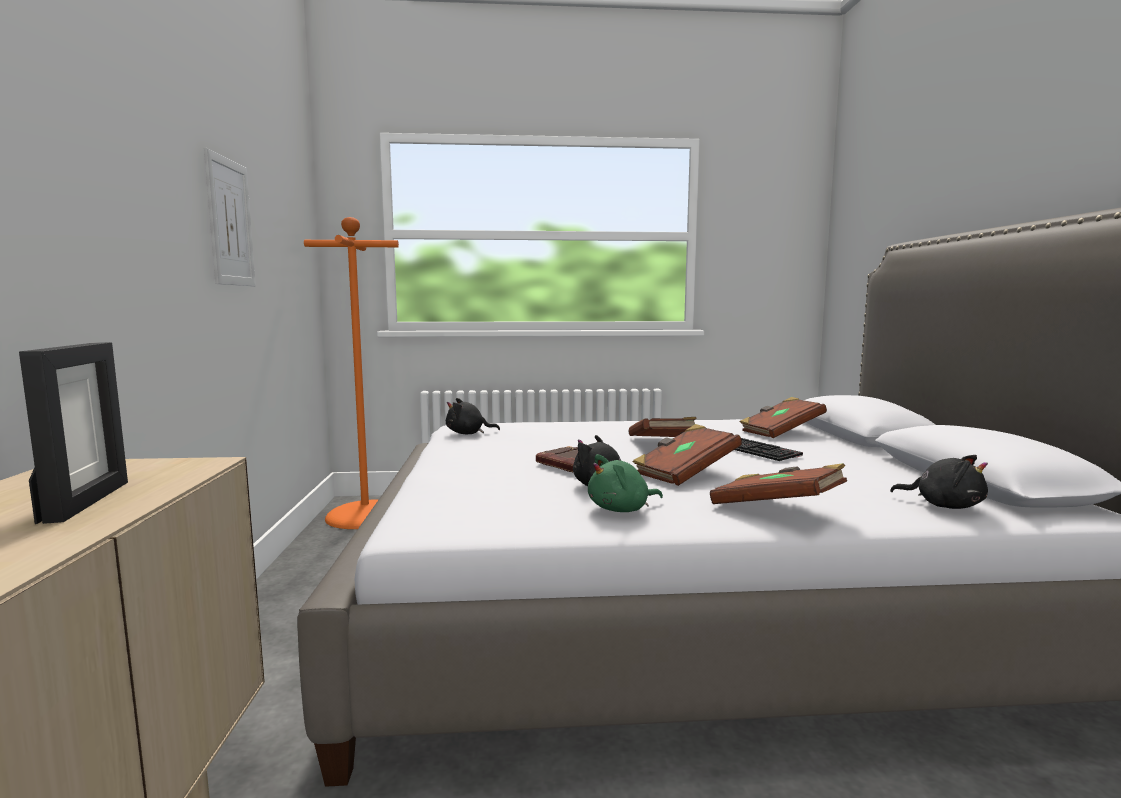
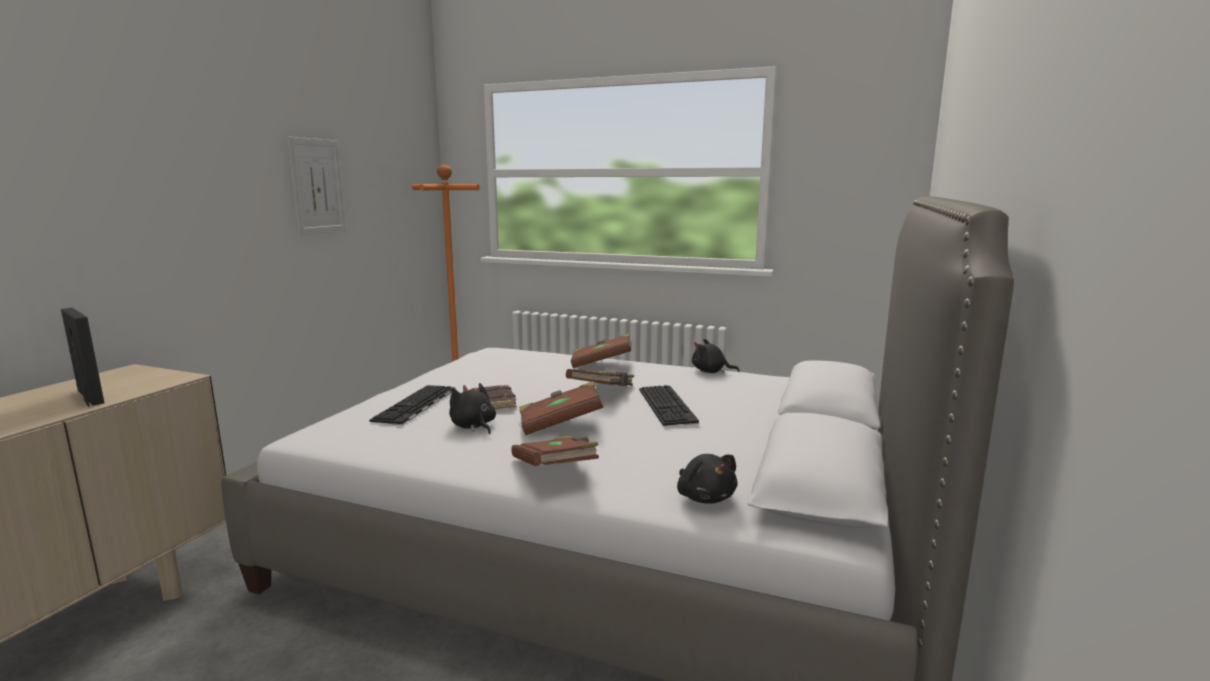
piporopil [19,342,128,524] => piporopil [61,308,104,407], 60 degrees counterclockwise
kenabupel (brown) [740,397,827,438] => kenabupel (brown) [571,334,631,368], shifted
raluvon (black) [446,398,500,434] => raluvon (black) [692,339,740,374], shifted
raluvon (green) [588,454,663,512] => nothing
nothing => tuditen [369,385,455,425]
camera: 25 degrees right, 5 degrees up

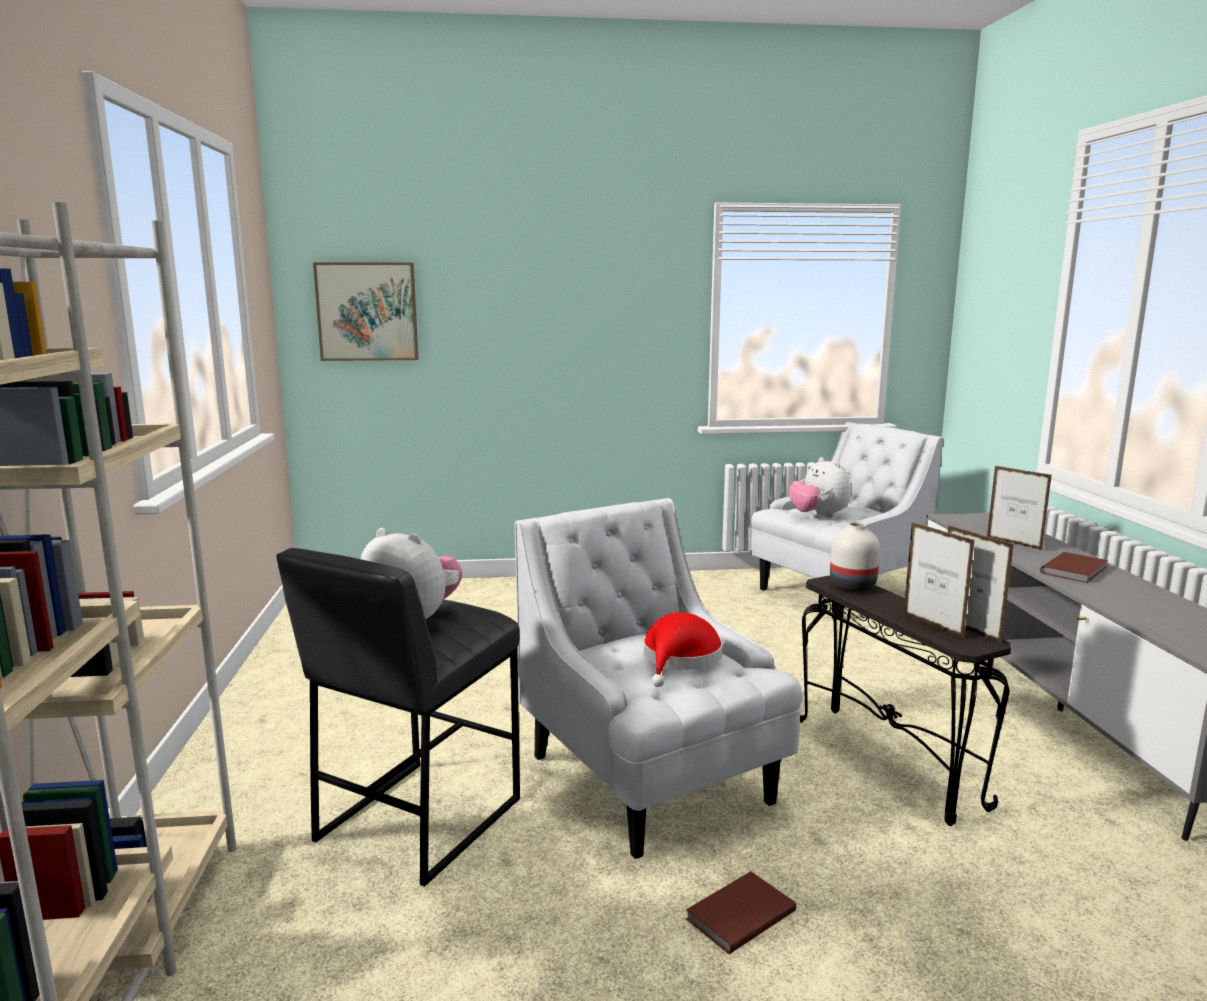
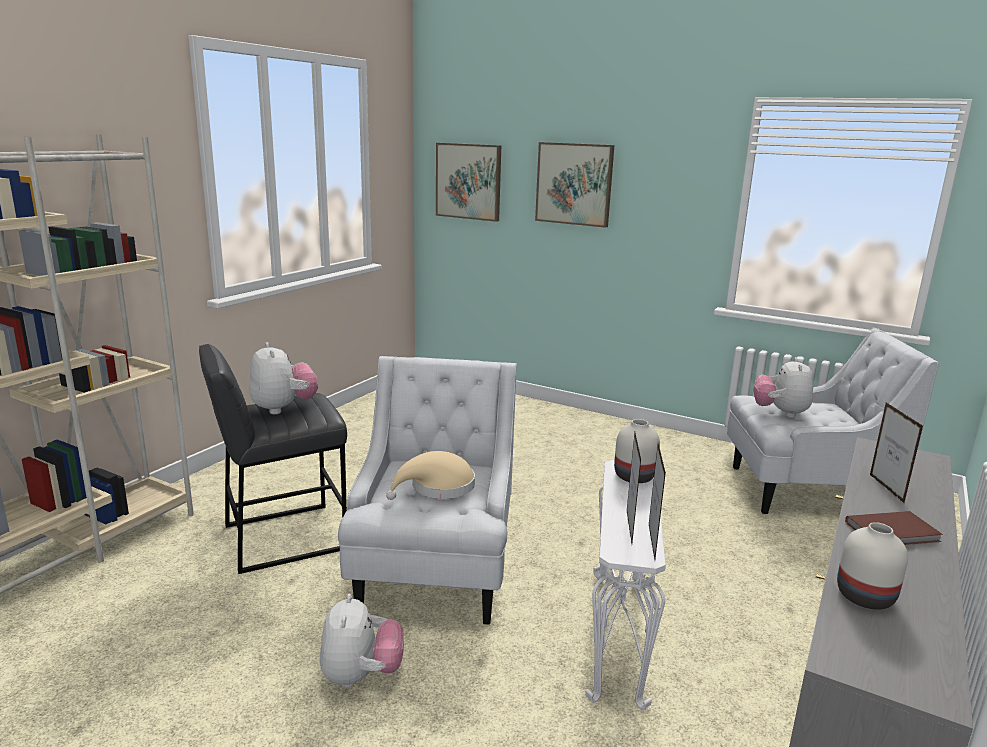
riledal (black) [800,575,1011,826] => riledal (white) [585,460,666,711]
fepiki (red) [643,612,723,687] => fepiki (beige) [386,451,475,500]
kenabupel (brown) [686,871,796,954] => raluvon [320,594,404,688]
nothing => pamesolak [535,142,614,228]
nothing => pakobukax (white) [837,522,908,609]
camera: 35 degrees right, 5 degrees up

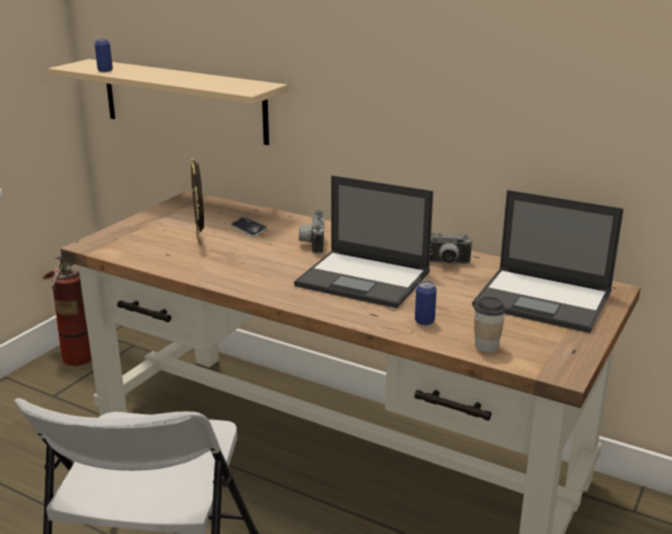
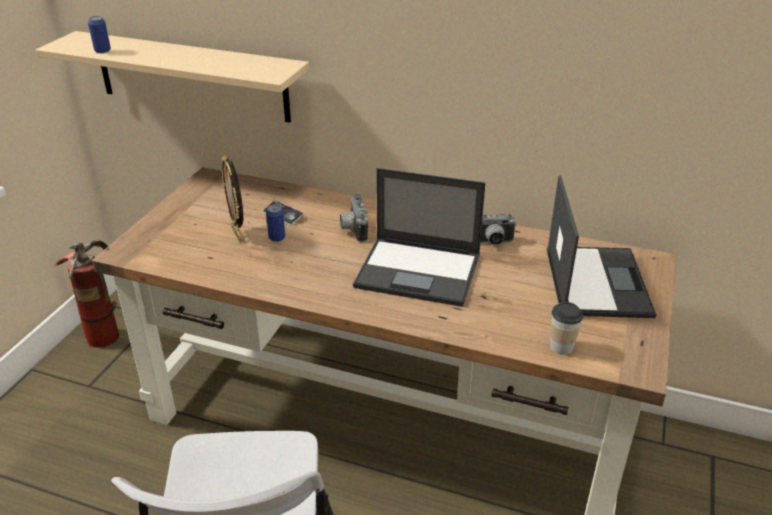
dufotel [472,190,624,333] => dufotel [547,175,657,318], 105 degrees counterclockwise
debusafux [415,281,437,325] => debusafux [266,205,285,242], shifted
camera: 10 degrees left, 10 degrees up

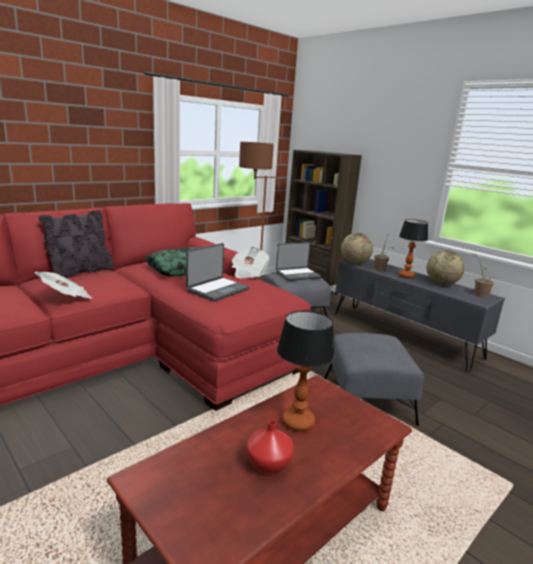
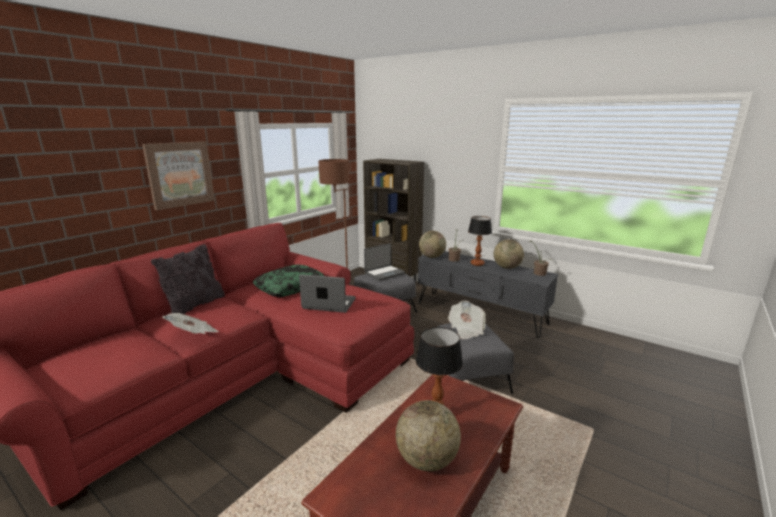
dufotel [186,243,249,302] => dufotel [299,274,355,313], 105 degrees counterclockwise
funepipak [232,246,270,278] => funepipak [448,301,486,339], shifted
pakobukax (red) [246,420,294,474] => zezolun [396,400,461,471]
nothing => pamesolak [142,141,215,210]
camera: 10 degrees left, 0 degrees up

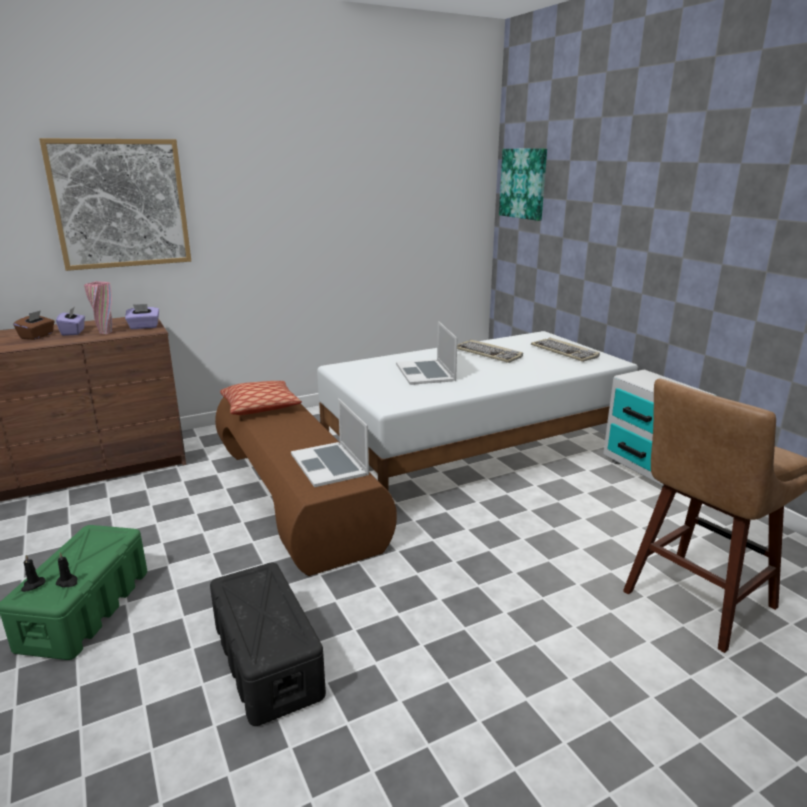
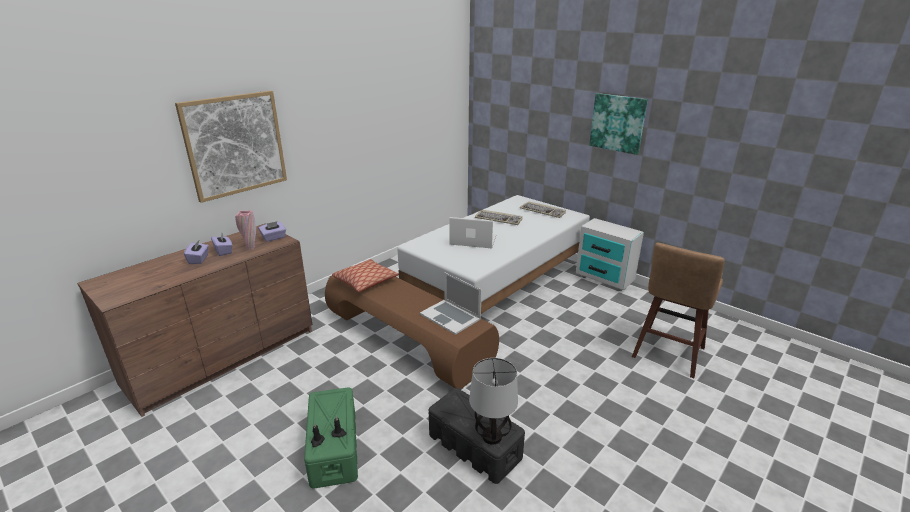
pamesolak [499,148,547,221] => pamesolak [589,93,648,155], shifted
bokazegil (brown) [13,310,55,340] => bokazegil (purple) [184,241,209,264]
dufotel [396,321,457,385] => dufotel [449,217,496,248], 135 degrees clockwise
nothing => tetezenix [469,358,518,445]
camera: 20 degrees left, 5 degrees up

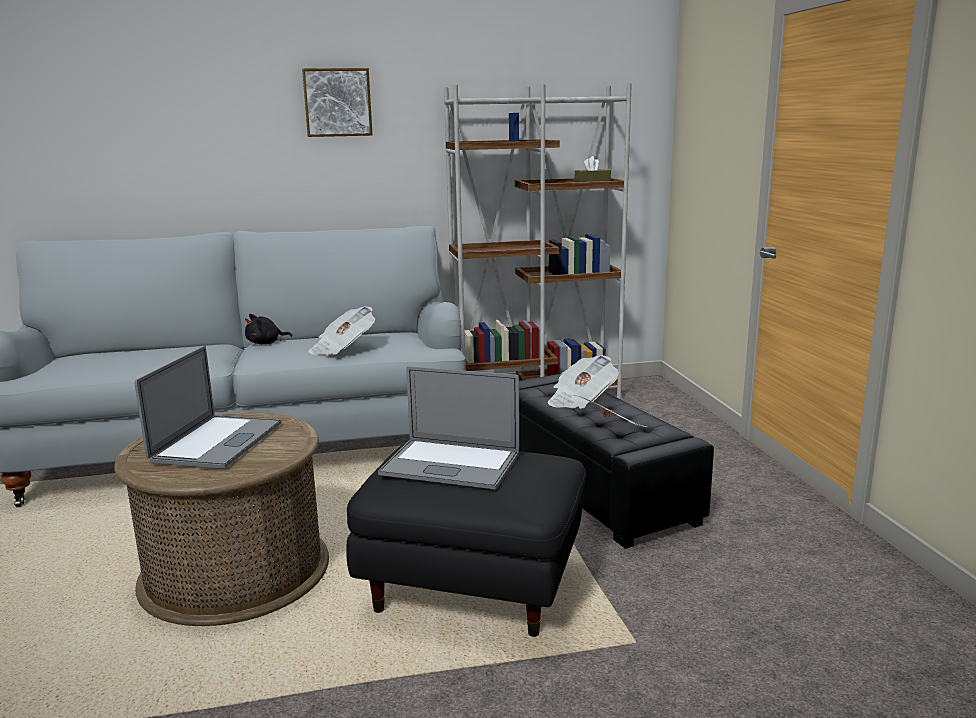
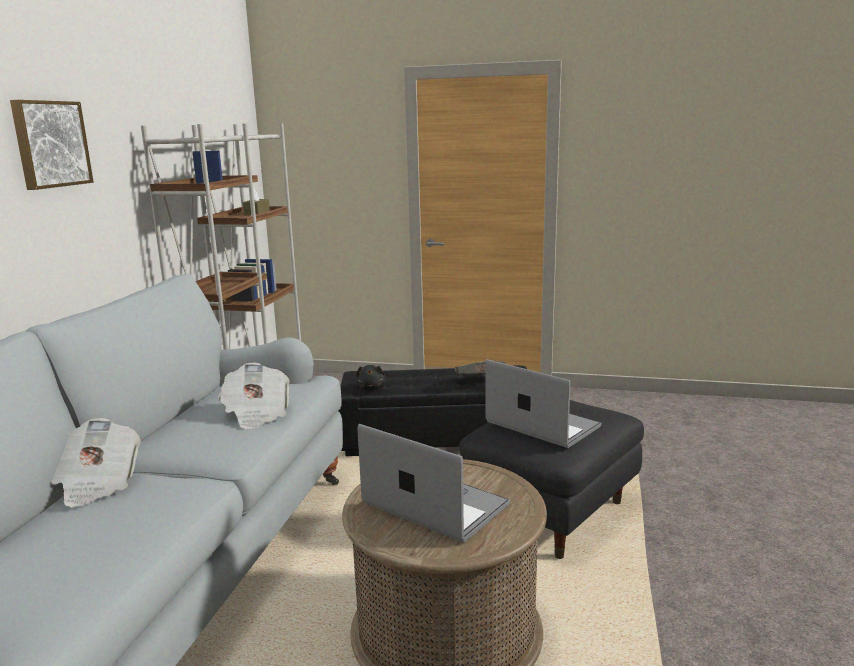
raluvon (black) [245,314,292,344] => raluvon (black) [355,365,386,390], shifted
funepipak [548,355,619,409] => funepipak [51,418,141,507], shifted
dufotel [378,366,520,490] => dufotel [485,359,601,448], 90 degrees counterclockwise
camera: 65 degrees left, 0 degrees up

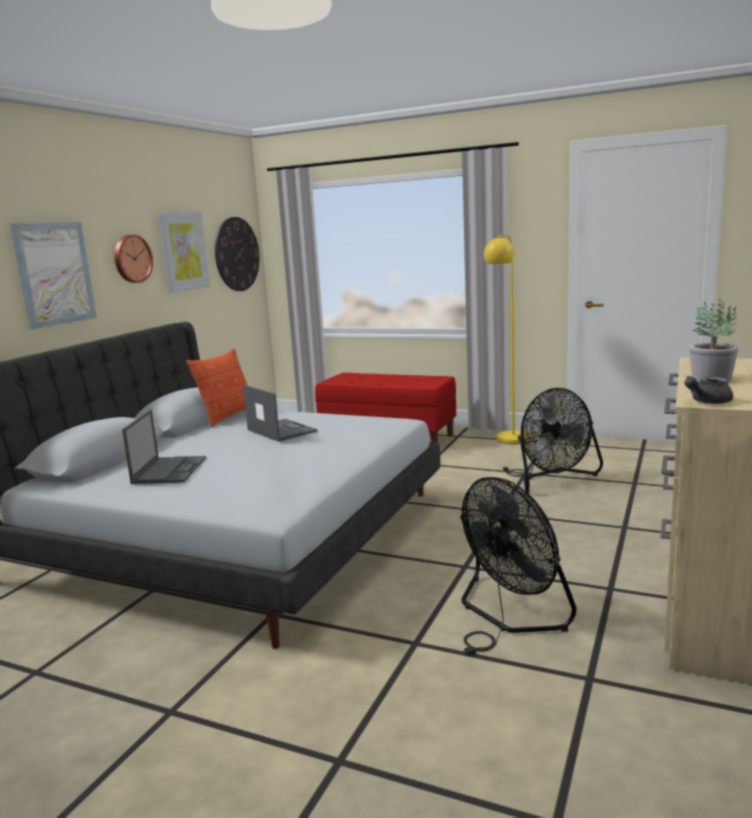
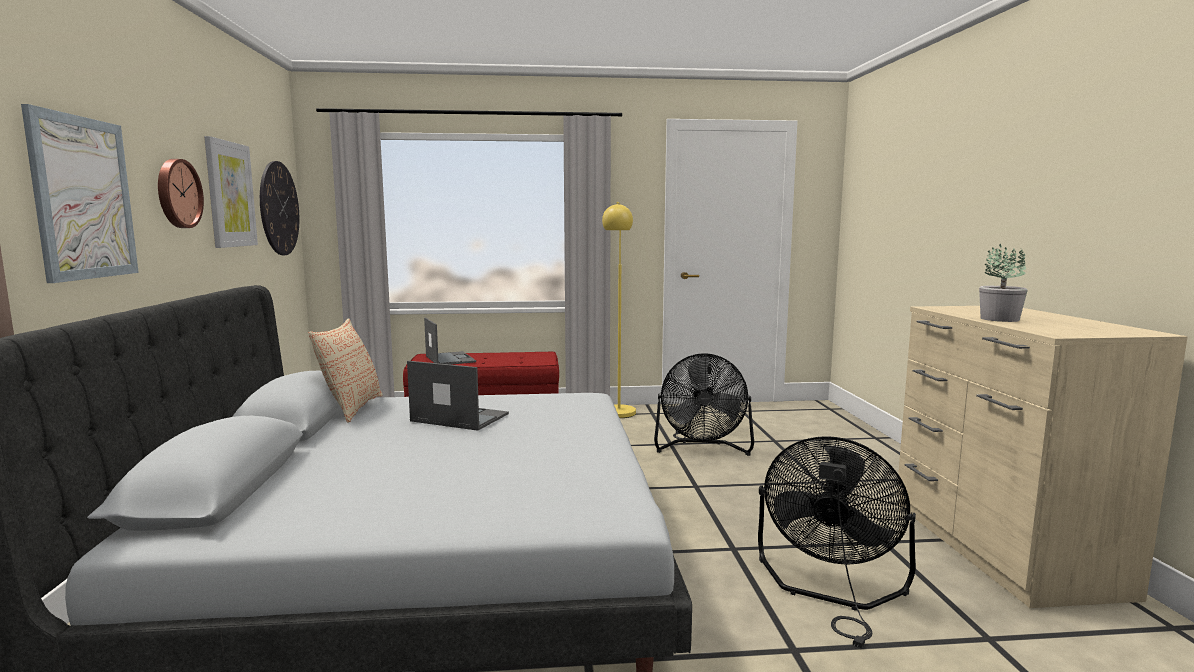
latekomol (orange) [186,348,248,427] => latekomol (beige) [309,318,383,423]
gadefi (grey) [685,376,733,404] => nothing
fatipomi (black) [503,388,603,494] => fatipomi (black) [654,353,754,456], 60 degrees clockwise
dufotel [122,410,206,484] => dufotel [424,318,476,365], shifted
camera: 30 degrees left, 5 degrees down

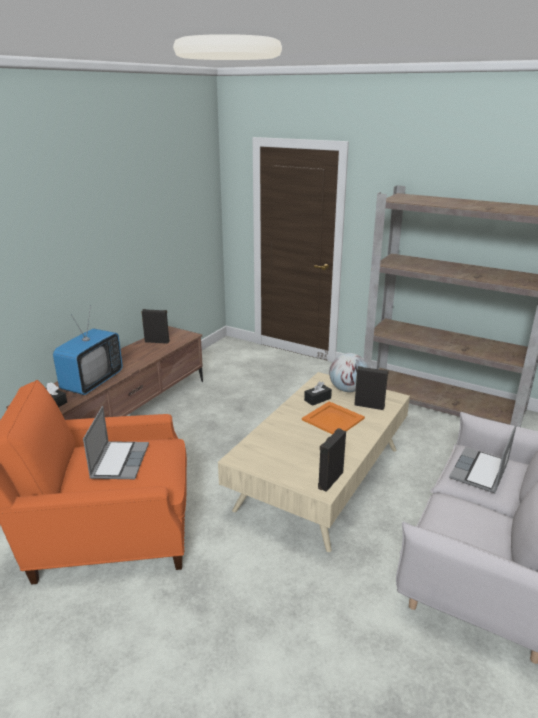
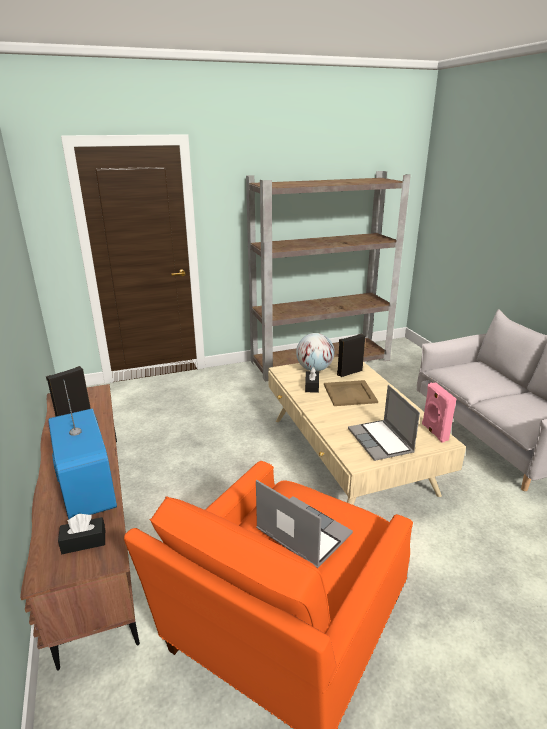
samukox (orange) [302,401,365,434] => samukox (beige) [324,380,378,406]
dufotel [449,424,516,493] => dufotel [348,385,420,461], shifted
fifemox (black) [318,428,346,492] => fifemox (pink) [422,382,456,442]
camera: 50 degrees left, 0 degrees up

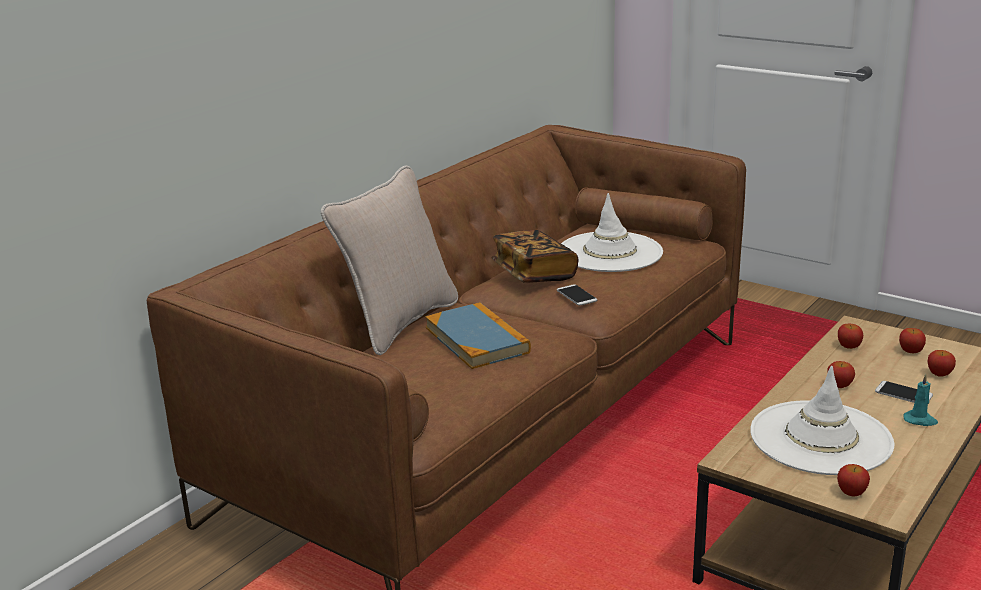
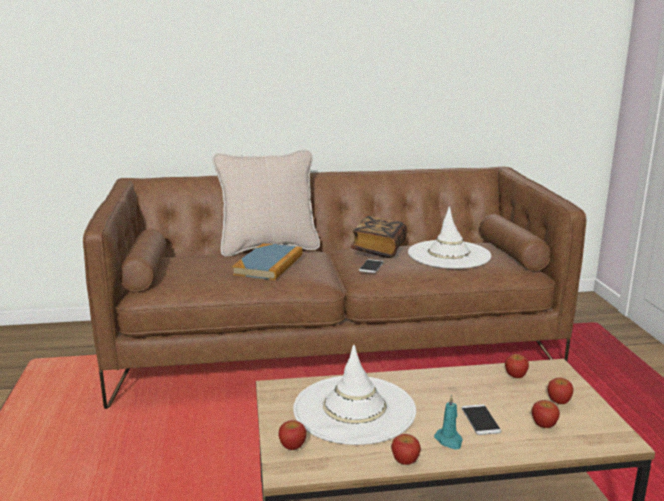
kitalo [828,361,855,388] => kitalo [391,434,421,465], shifted
camera: 45 degrees right, 5 degrees down

